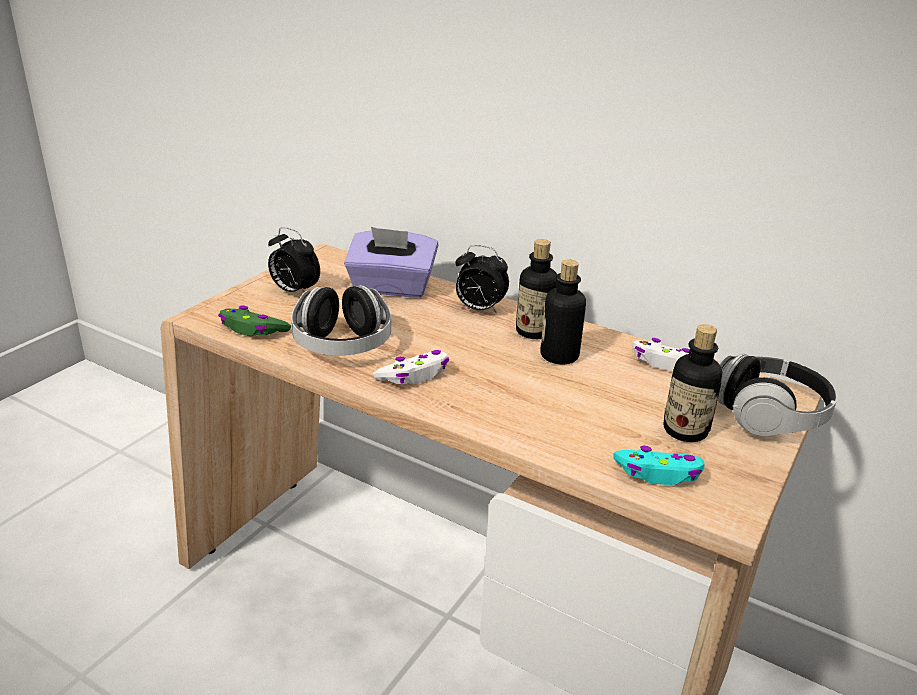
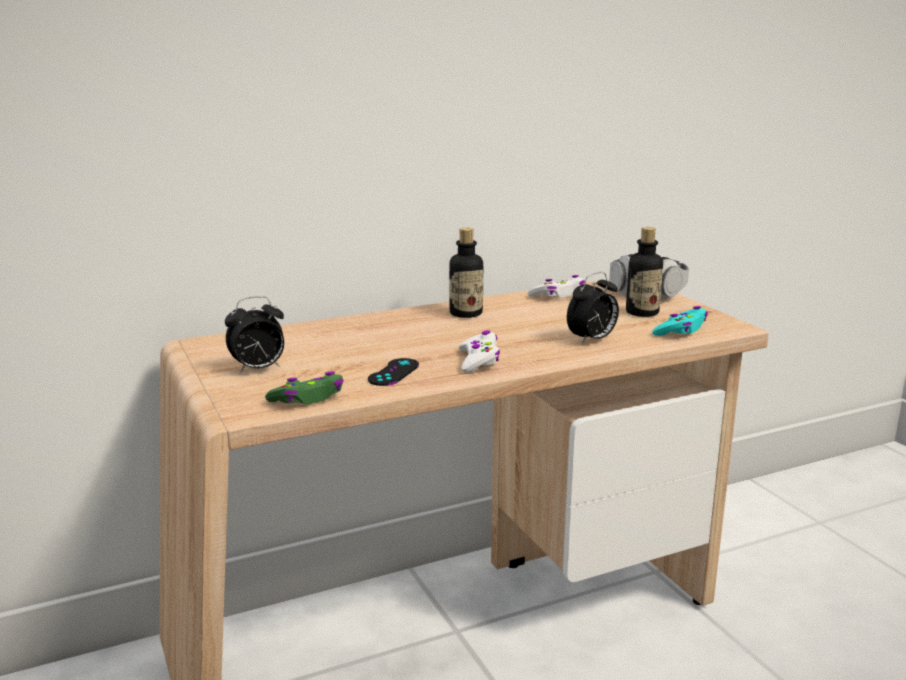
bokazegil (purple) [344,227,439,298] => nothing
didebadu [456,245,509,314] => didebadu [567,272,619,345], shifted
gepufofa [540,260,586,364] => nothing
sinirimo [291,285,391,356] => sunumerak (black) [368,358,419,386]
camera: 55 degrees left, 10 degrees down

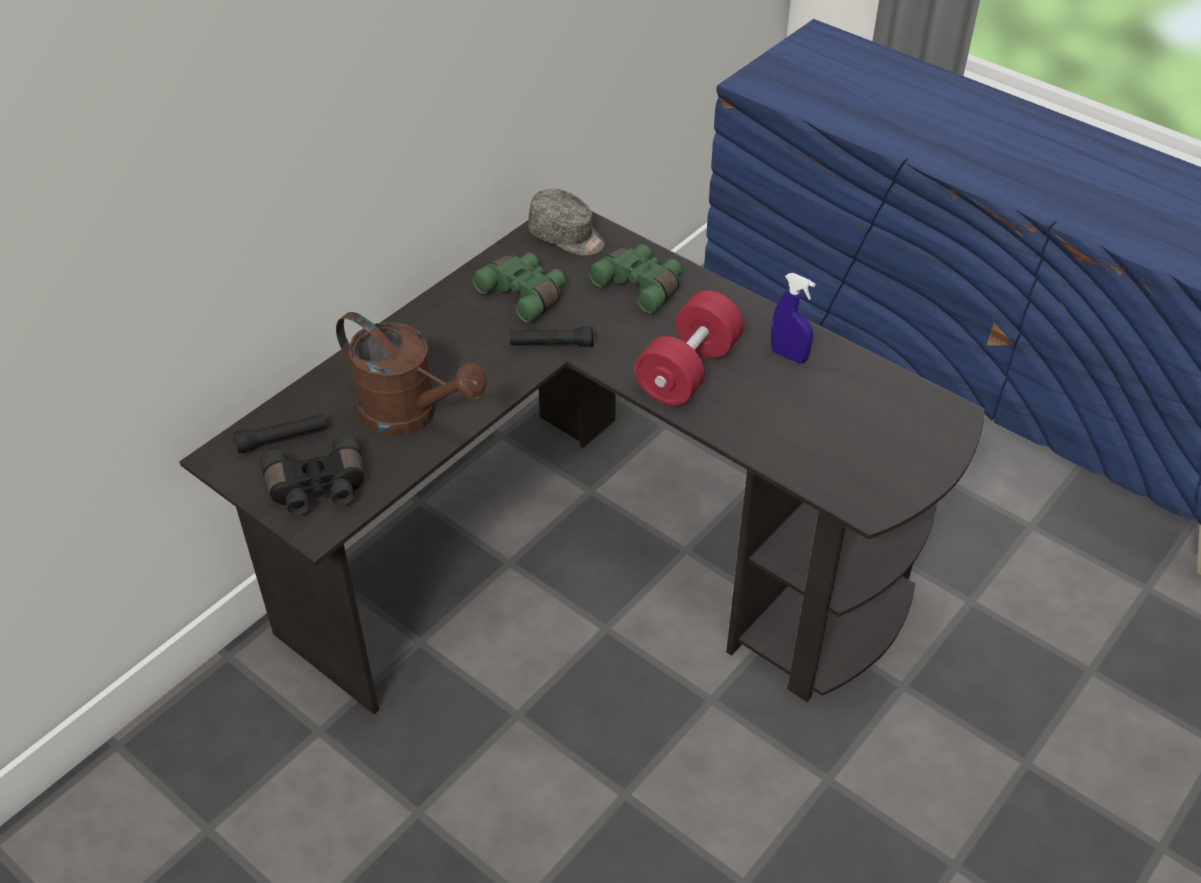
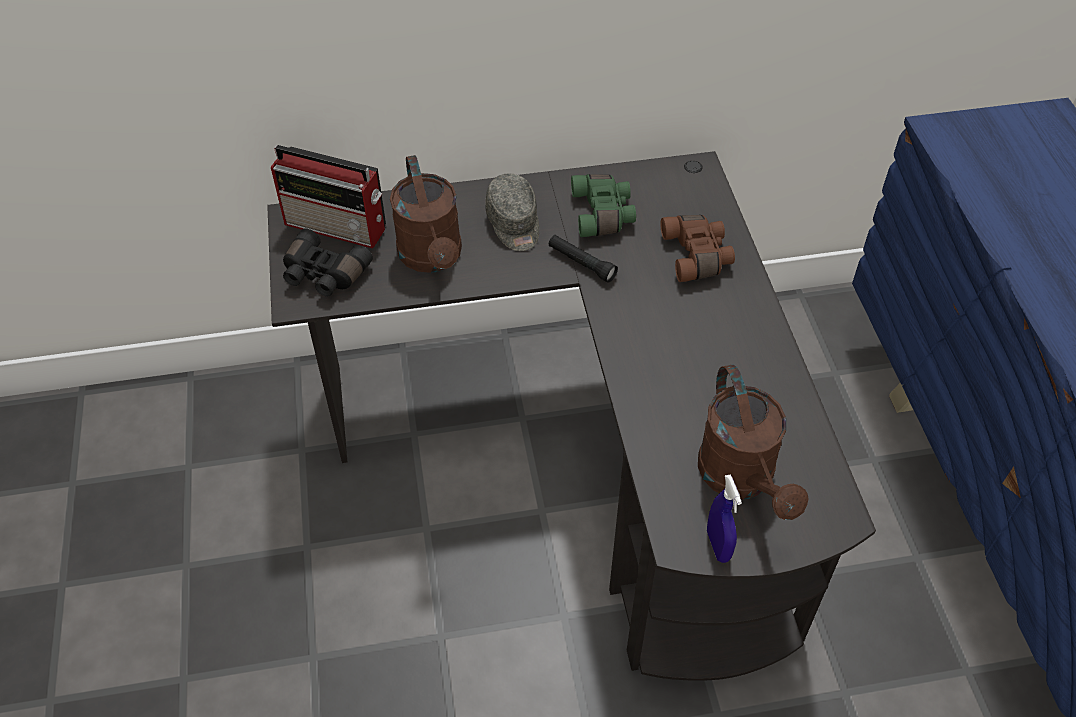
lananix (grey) [528,189,605,255] => lananix (grey) [485,173,539,251], shifted
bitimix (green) [588,244,682,313] => bitimix (brown) [661,215,735,282]
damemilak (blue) [771,273,815,364] => damemilak (blue) [707,475,742,563], shifted
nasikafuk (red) [634,291,744,406] => nothing
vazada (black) [233,414,327,453] => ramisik [271,145,386,249]
nothing => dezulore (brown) [698,365,808,520]
camera: 40 degrees right, 5 degrees up

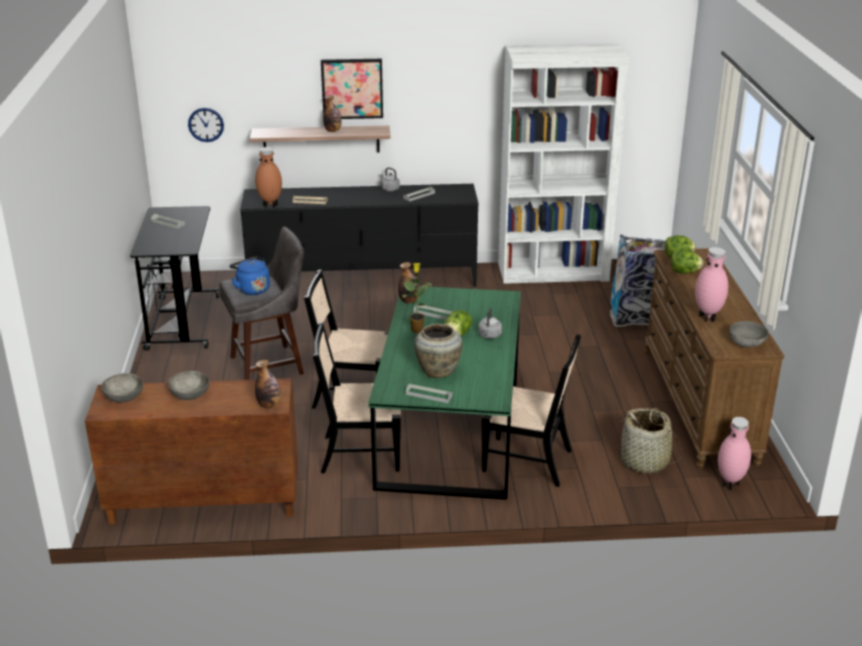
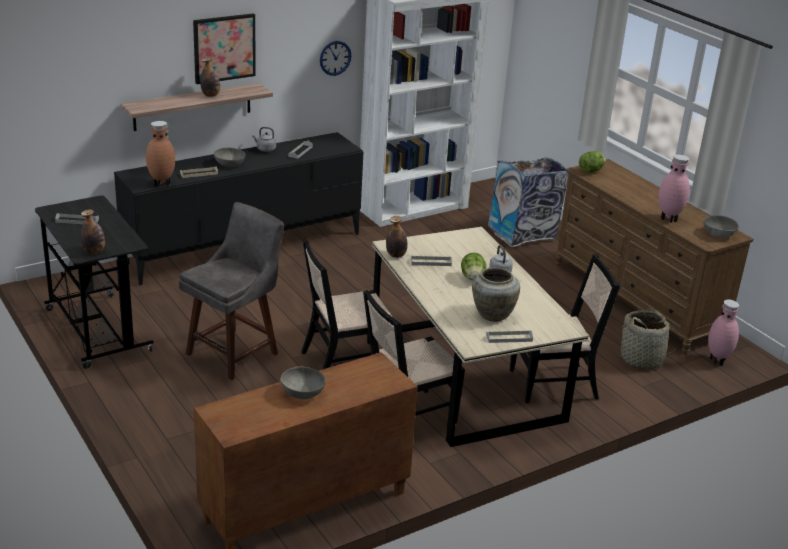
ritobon [188,108,224,142] => ritobon [320,41,351,76], shifted
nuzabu [671,250,704,273] => nothing
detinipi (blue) [229,256,270,295] => nothing
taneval [402,263,432,333] => nothing
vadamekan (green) [368,286,521,500] => vadamekan (beige) [372,227,589,447]
gepufofa [255,360,281,408] => gepufofa [81,209,105,254], shifted
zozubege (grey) [101,373,143,403] => zozubege (grey) [214,147,245,167], shifted
camera: 30 degrees left, 0 degrees up

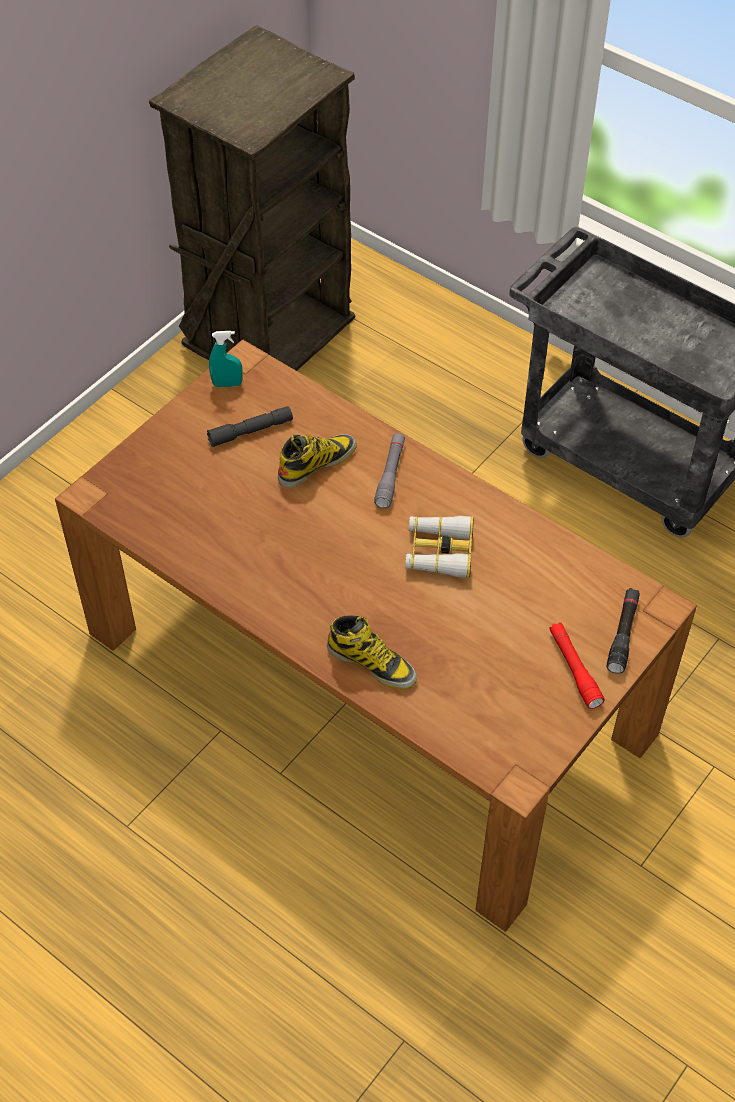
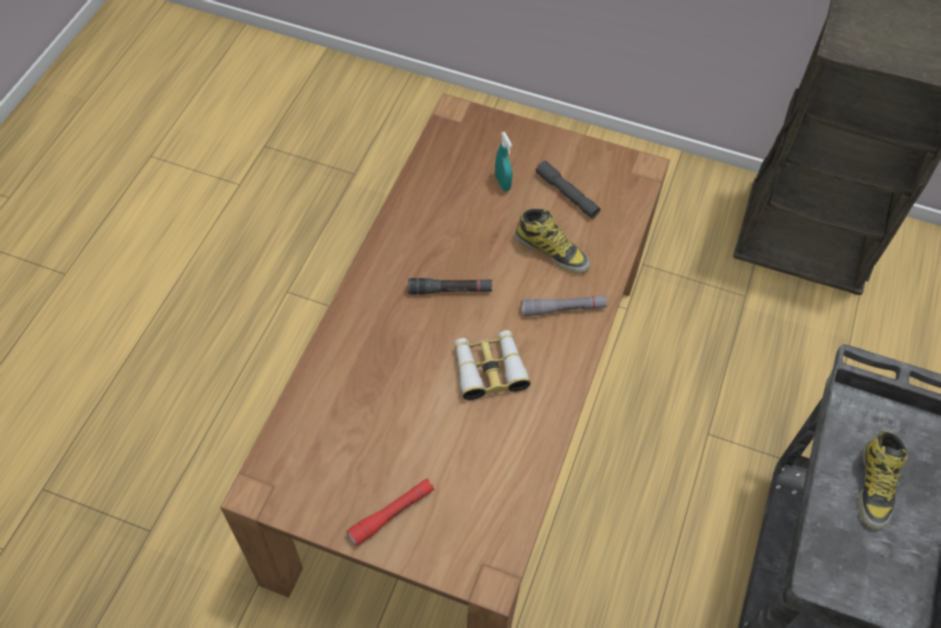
damemilak (turquoise) [209,331,243,387] => damemilak (turquoise) [495,132,512,191], shifted
vazada (black) [607,588,640,673] => vazada (black) [408,278,492,294], shifted
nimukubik [327,615,417,689] => nimukubik [858,431,908,530], shifted
camera: 70 degrees right, 5 degrees up

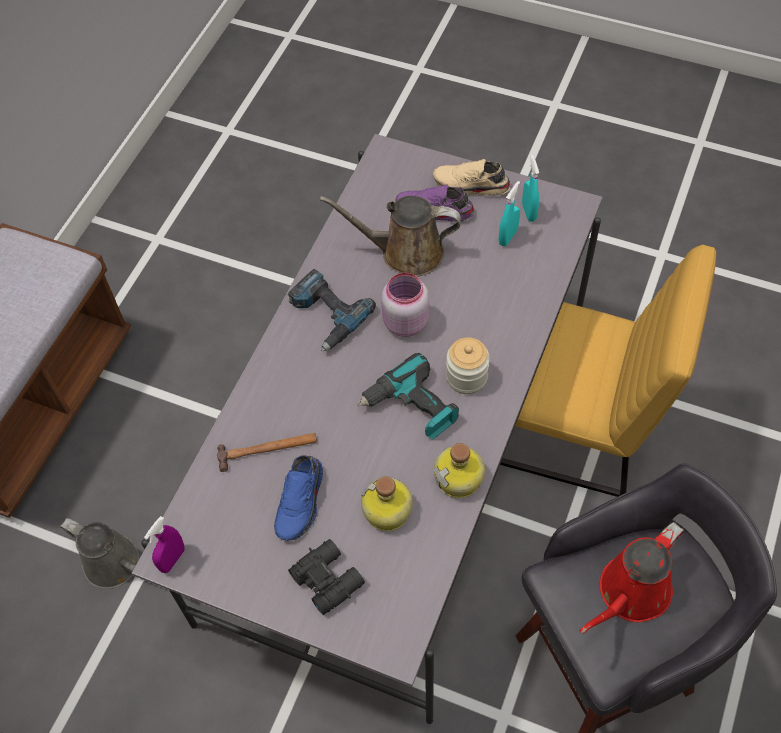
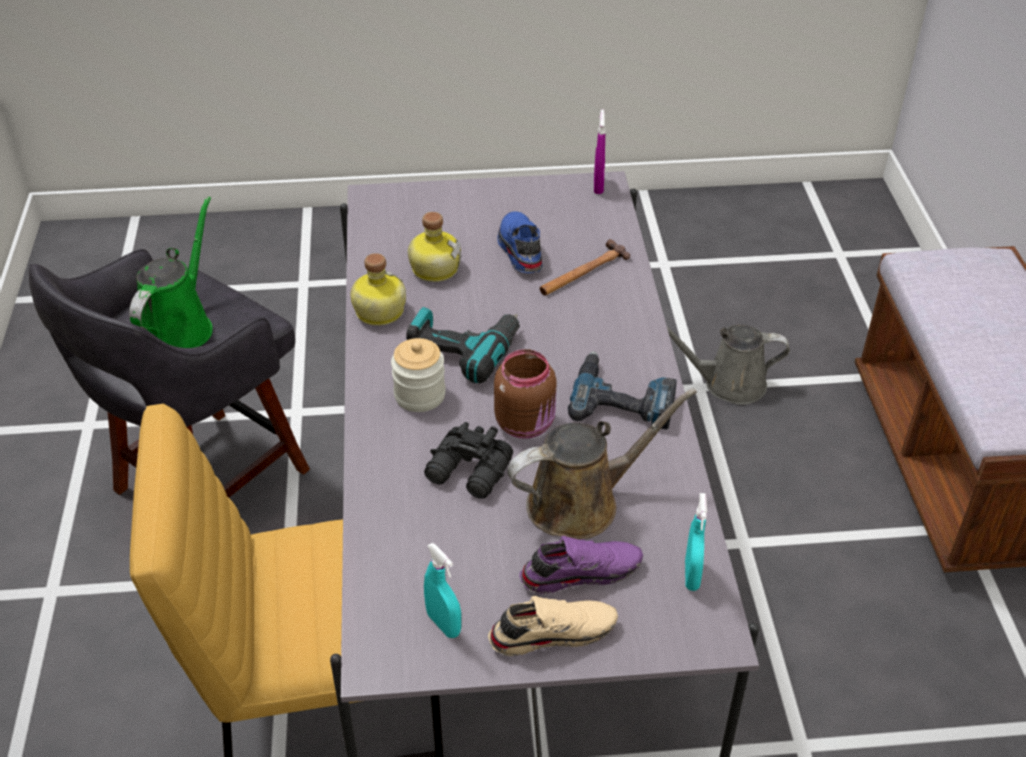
damemilak (turquoise) [498,181,520,246] => damemilak (turquoise) [685,493,707,591], shifted
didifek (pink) [381,273,429,337] => didifek (brown) [494,349,557,439]
dezulore (red) [579,522,684,634] => dezulore (green) [129,196,213,348]
bitimix (black) [288,539,365,615] => bitimix (black) [424,422,513,499], shifted
camera: 150 degrees right, 15 degrees down

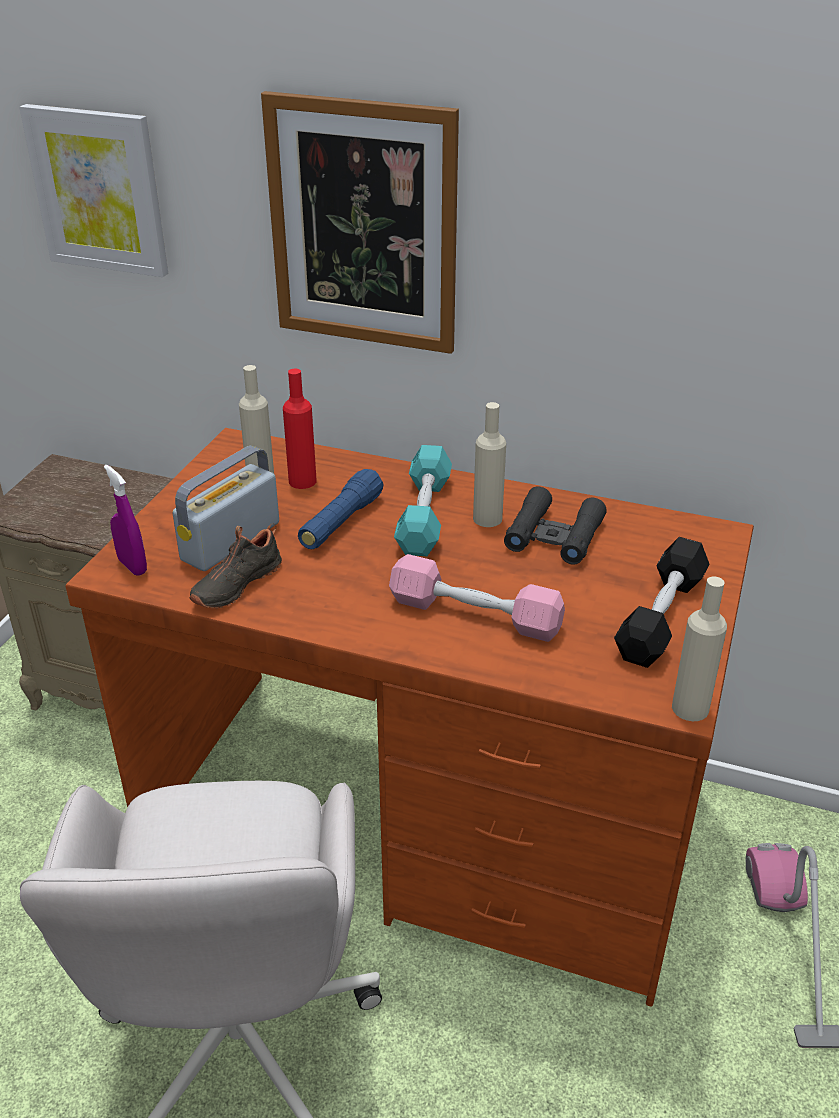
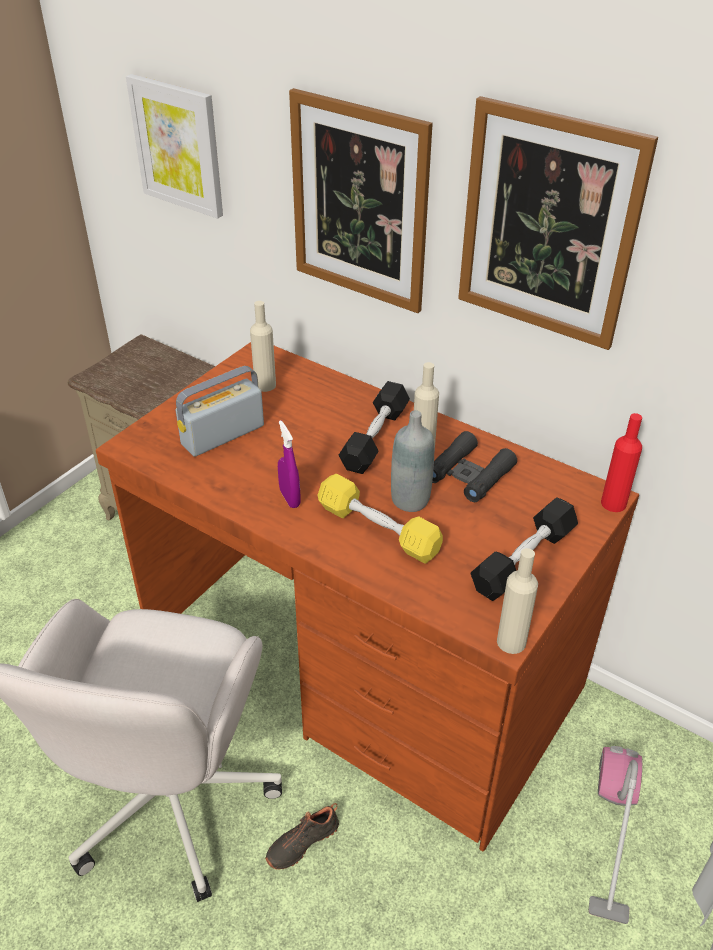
gepufofa (red) [283,369,317,489] => gepufofa (red) [601,413,642,512], shifted
nasikafuk (turquoise) [394,445,452,556] => nasikafuk (black) [339,381,410,474]
damemilak (purple) [104,465,147,576] => damemilak (purple) [278,420,301,508], shifted
vazada (blue) [298,469,384,549] => nothing
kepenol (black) [190,523,282,608] => kepenol (black) [265,803,339,870], shifted
nasikafuk (pink) [389,554,565,642] => nasikafuk (yellow) [317,474,443,564]
nothing => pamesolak [458,96,658,350]
nothing => gepufofa (grey) [391,410,434,512]
camera: 15 degrees right, 5 degrees up

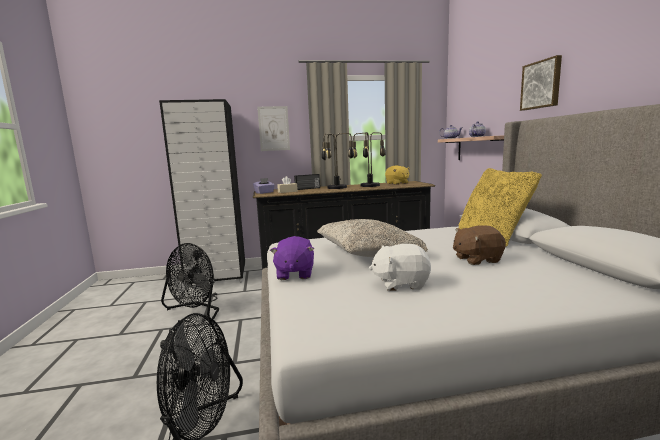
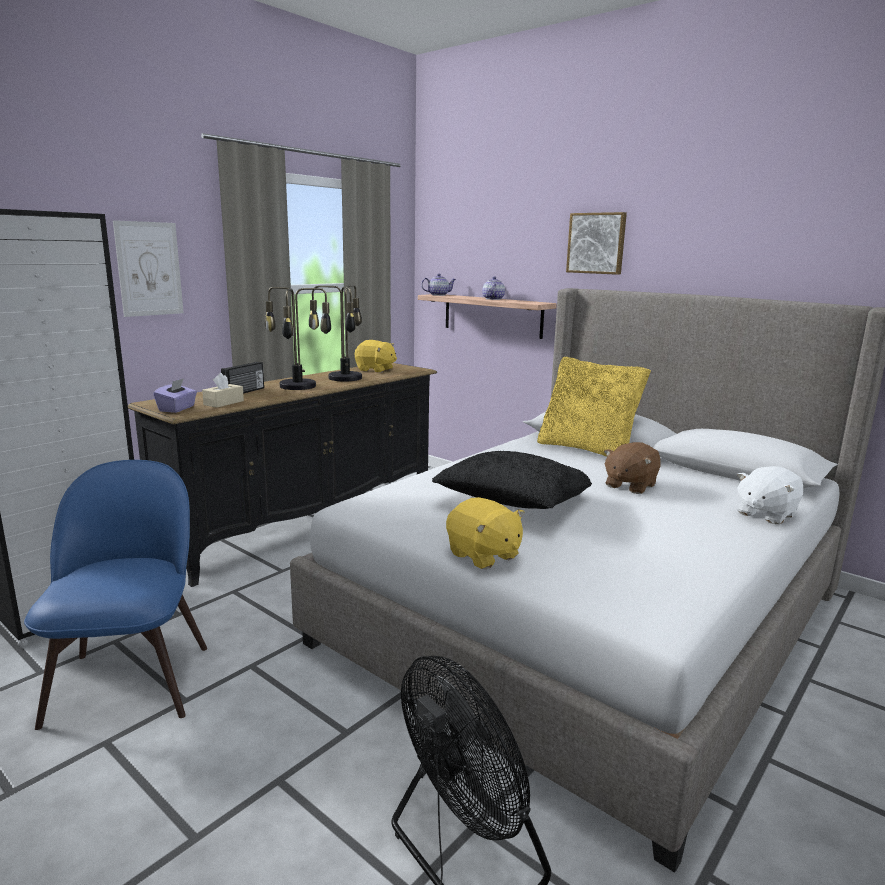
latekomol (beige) [317,219,428,257] => latekomol (black) [432,451,592,509]
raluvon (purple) [270,236,314,280] => raluvon (yellow) [446,497,525,569]
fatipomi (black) [161,243,219,322] => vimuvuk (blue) [24,460,207,730]
raluvon (white) [369,244,431,291] => raluvon (white) [737,466,803,524], shifted
camera: 40 degrees left, 5 degrees up

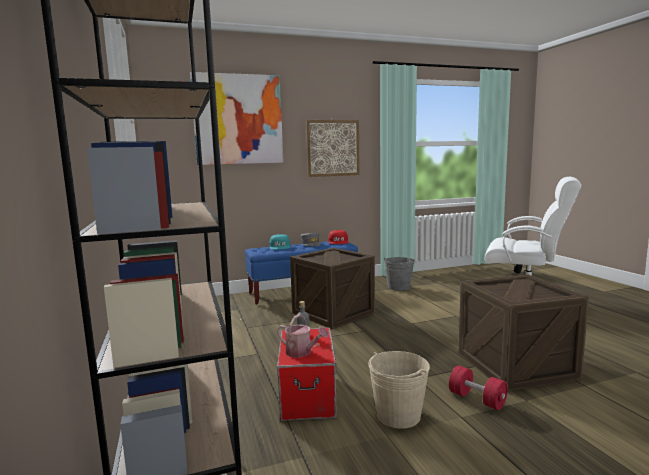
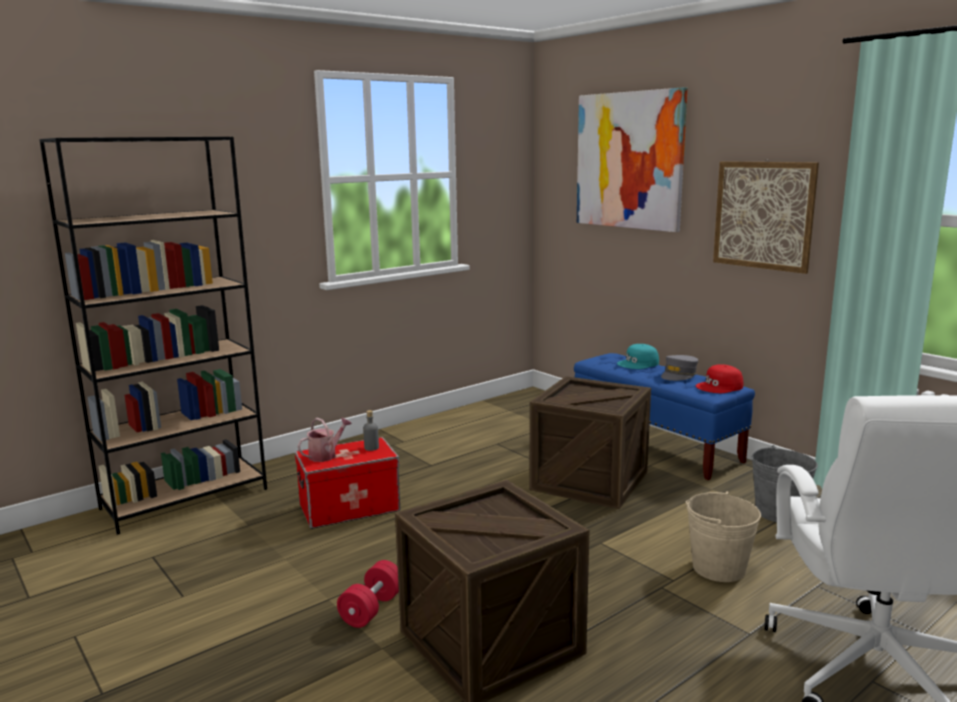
dezulore [277,314,329,358] => dezulore [297,418,352,462], 150 degrees counterclockwise
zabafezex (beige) [368,351,430,429] => zabafezex (beige) [685,491,761,582], shifted
camera: 70 degrees right, 5 degrees up

